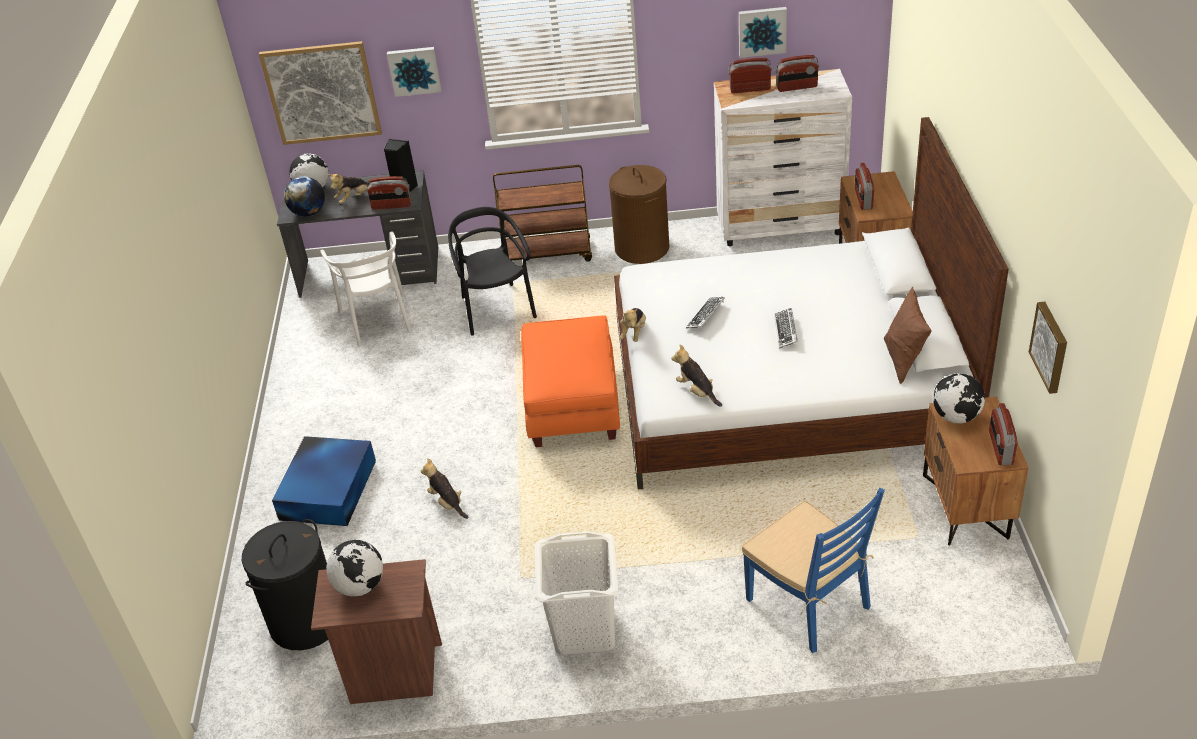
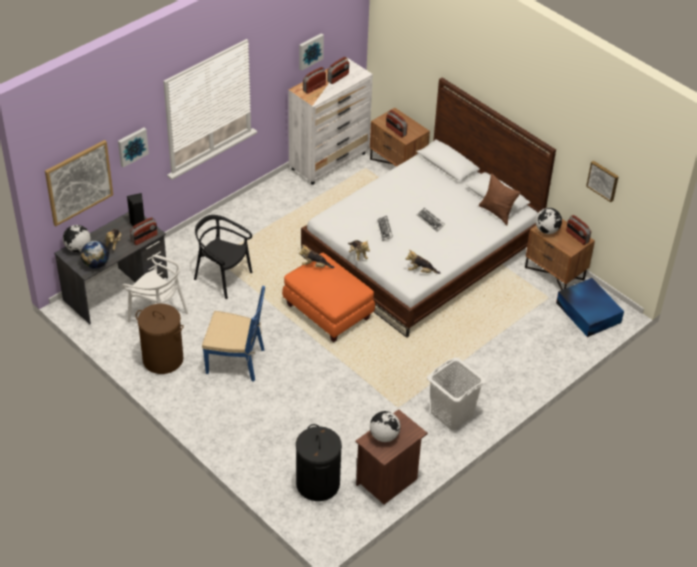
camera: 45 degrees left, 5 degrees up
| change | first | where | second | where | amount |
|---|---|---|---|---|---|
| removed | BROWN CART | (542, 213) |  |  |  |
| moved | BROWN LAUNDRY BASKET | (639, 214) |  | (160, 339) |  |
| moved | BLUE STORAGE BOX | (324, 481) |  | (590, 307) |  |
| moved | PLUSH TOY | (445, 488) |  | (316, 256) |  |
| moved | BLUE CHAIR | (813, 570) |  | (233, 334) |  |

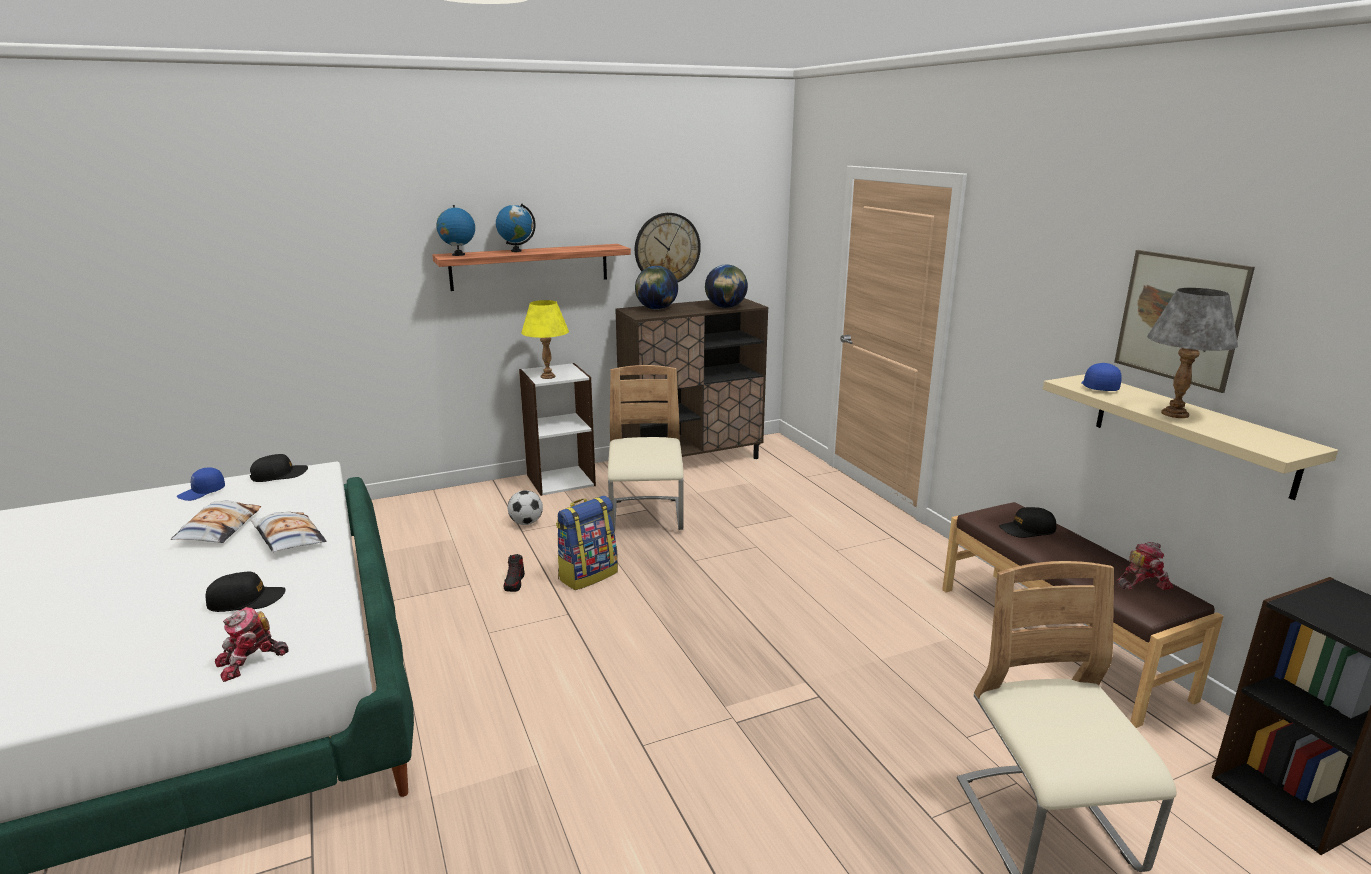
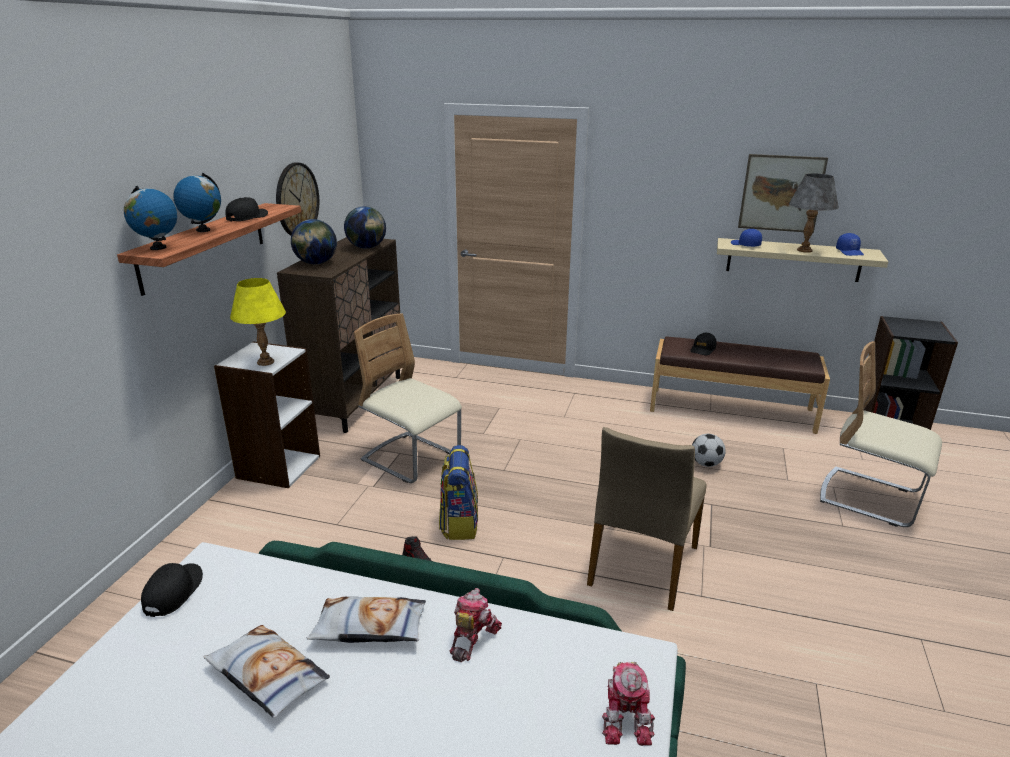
camera: 50 degrees left, 5 degrees up
| change | first | where | second | where | amount |
|---|---|---|---|---|---|
| moved | BLUE CAP | (201, 484) |  | (850, 244) |  |
| moved | FOOTBALL | (525, 507) |  | (709, 450) |  |
| moved | TOY ROBOT | (1145, 566) |  | (475, 625) |  |
| moved | BLACK CAP | (246, 592) |  | (246, 209) |  |
| added |  |  | BEIGE CHAIR | (647, 519) |  |

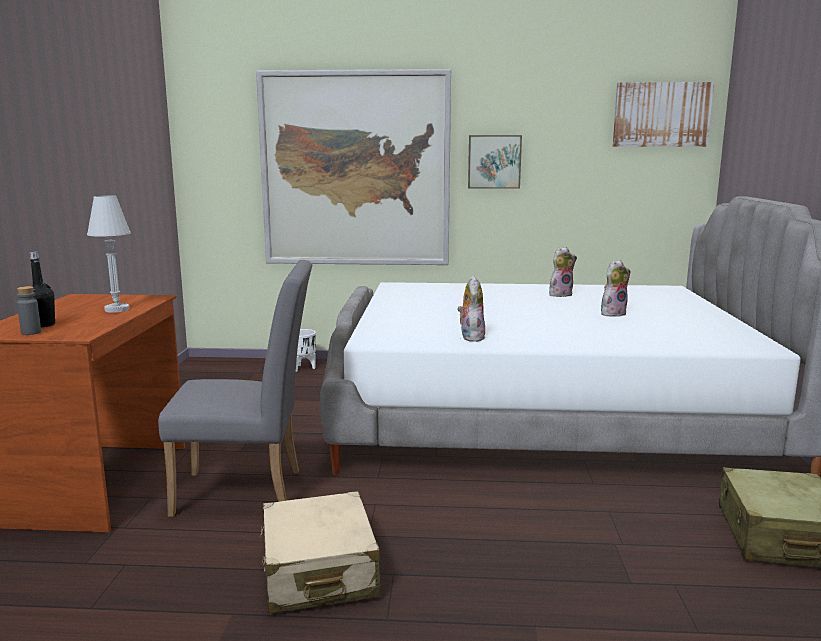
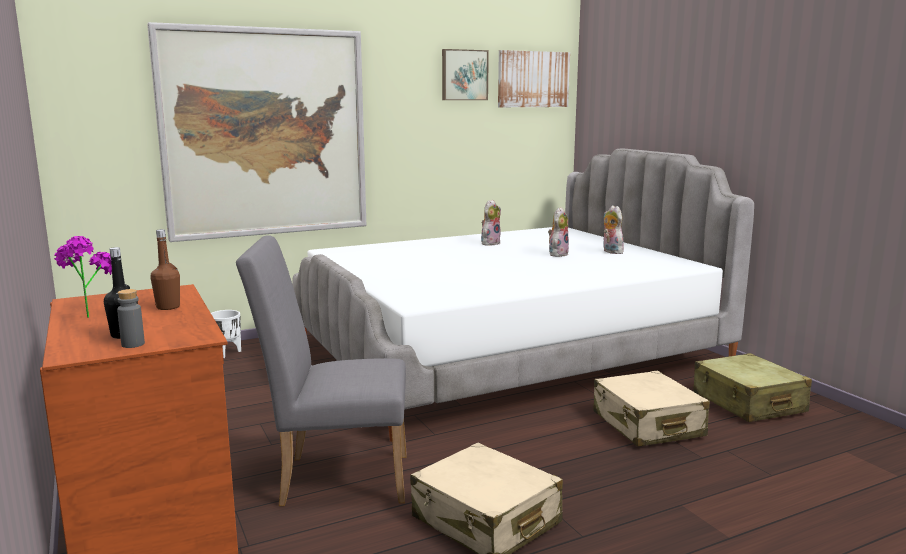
camera: 30 degrees left, 0 degrees up
| change | first | where | second | where | amount |
|---|---|---|---|---|---|
| moved | PICTURE | (495, 162) |  | (465, 74) |  |
| replaced | WHITE TABLE LAMP | (109, 254) | BROWN BOTTLE | (165, 269) |  |
| turned | GREY CHAIR | (235, 388) |  | (321, 370) | 150 degrees counterclockwise |
| moved | PLUSH TOY | (471, 309) |  | (613, 229) |  |
| added |  |  | POTTED PLANT | (83, 277) |  |
| added |  |  | BEIGE SUITCASE | (652, 409) |  |

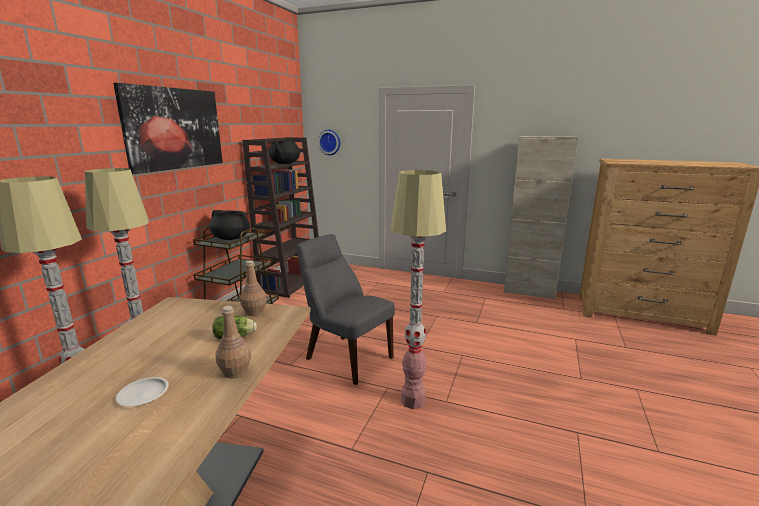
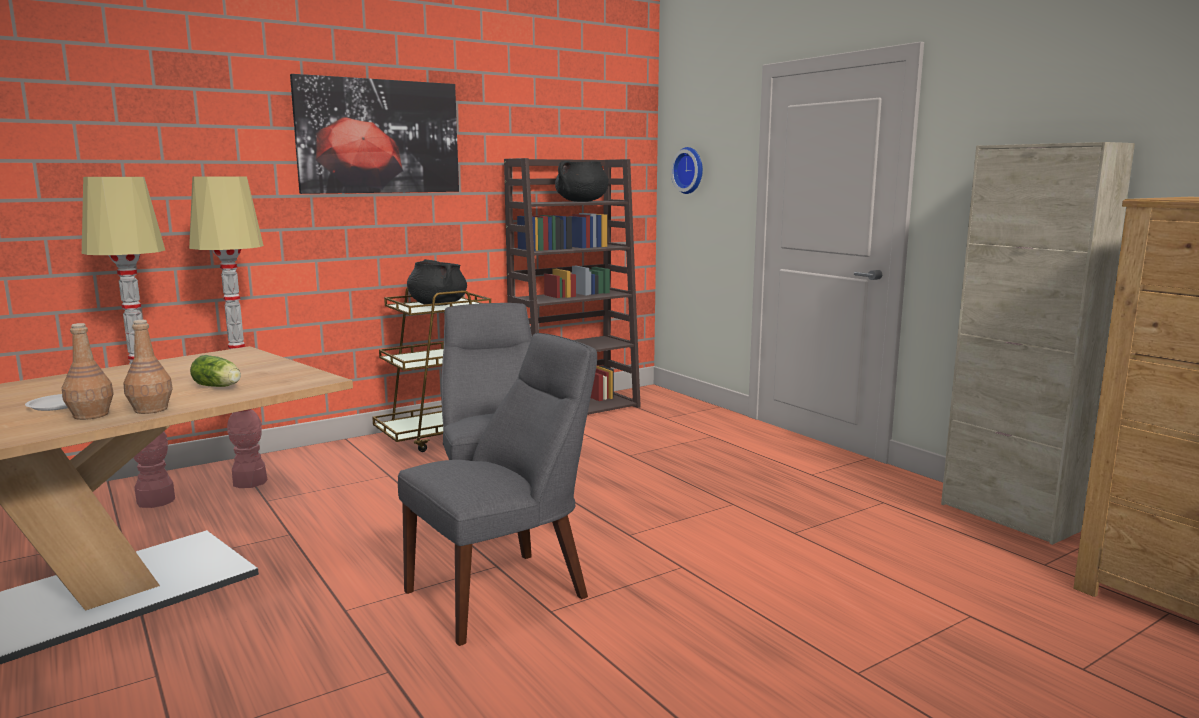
camera: 35 degrees right, 5 degrees down
| change | first | where | second | where | amount |
|---|---|---|---|---|---|
| replaced | FLOOR LAMP | (418, 289) | GREY CHAIR | (497, 489) |  |
| moved | BROWN BOTTLE | (253, 288) |  | (88, 371) |  |

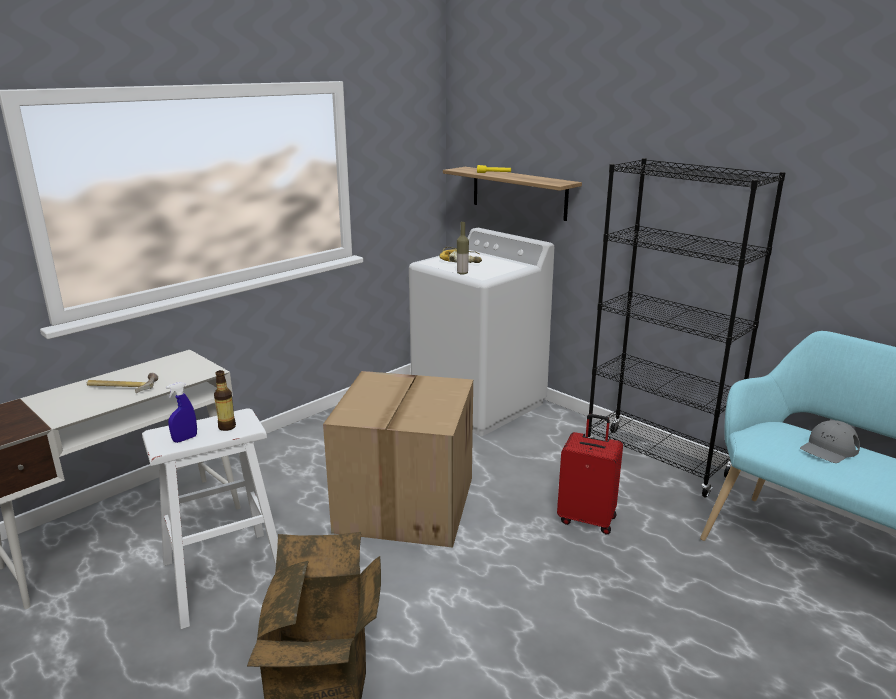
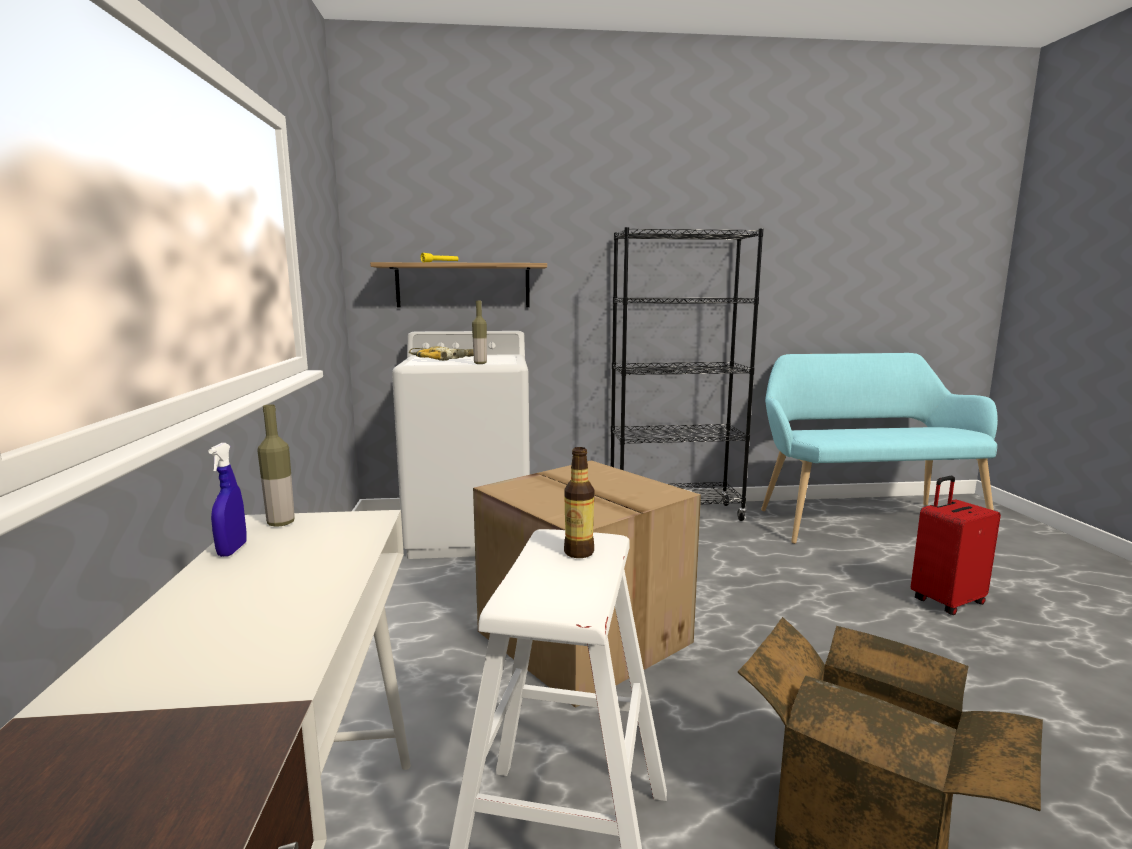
camera: 50 degrees left, 10 degrees down
| change | first | where | second | where | amount |
|---|---|---|---|---|---|
| removed | HAMMER | (122, 383) |  |  |  |
| moved | BLUE SPRAY BOTTLE | (181, 412) |  | (227, 500) |  |
| moved | RED SUITCASE | (590, 474) |  | (956, 545) |  |
| removed | GREY CAP | (830, 441) |  |  |  |
| added |  |  | BOTTLE | (276, 465) |  |

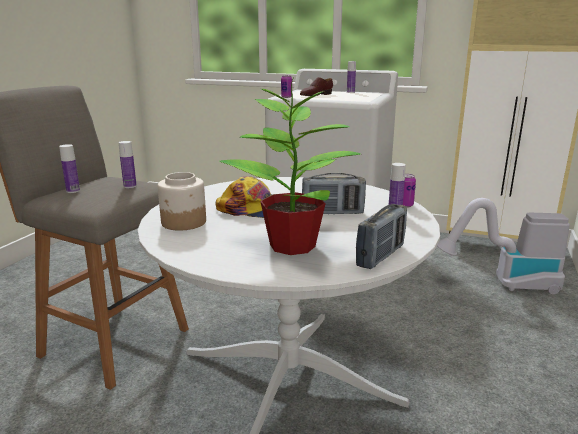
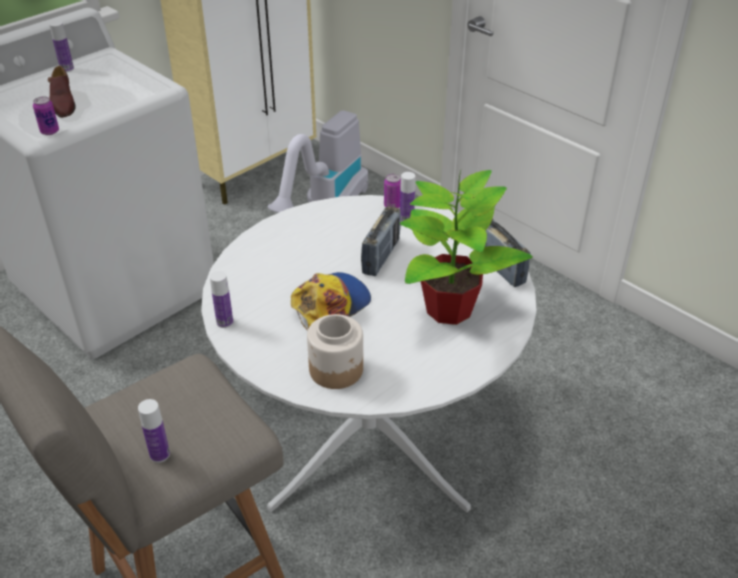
camera: 65 degrees left, 20 degrees up
| change | first | where | second | where | amount |
|---|---|---|---|---|---|
| moved | BOTTLE | (128, 164) |  | (221, 299) |  |

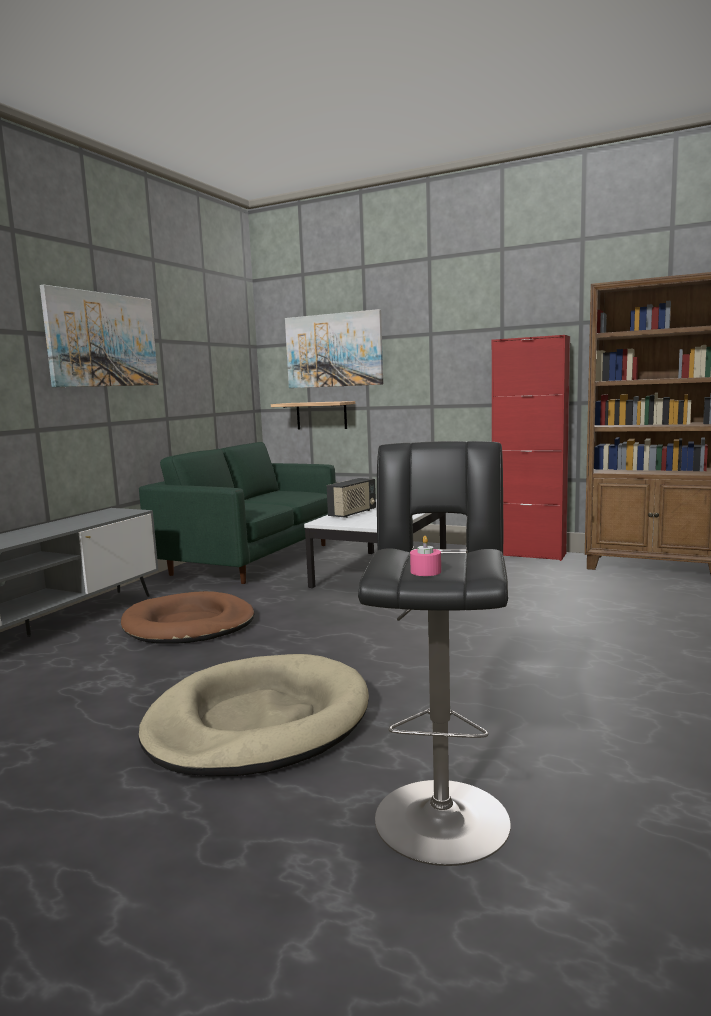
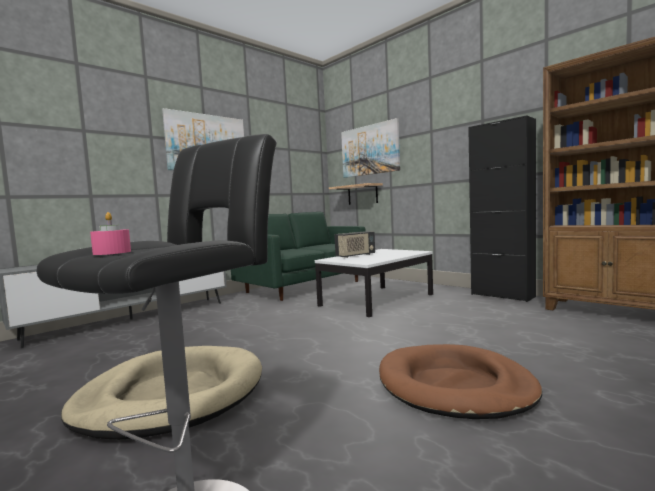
camera: 20 degrees right, 5 degrees down
| change | first | where | second | where | amount |
|---|---|---|---|---|---|
| recoloured | RED CABINET | (531, 448) | BLACK CABINET | (502, 208) |  |
| moved | BROWN DOG BED | (188, 617) |  | (460, 381) |  |

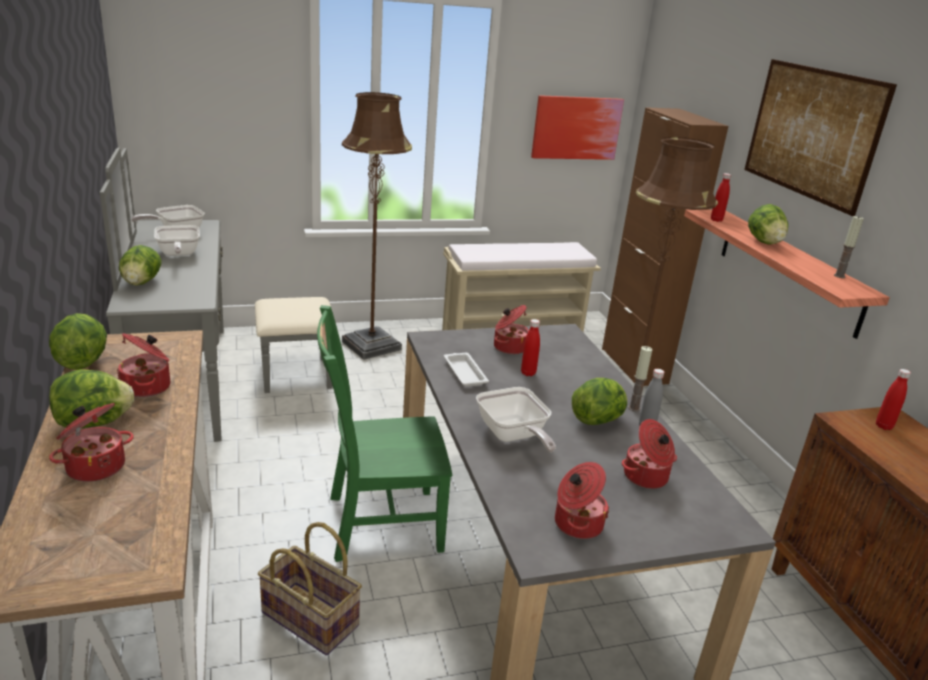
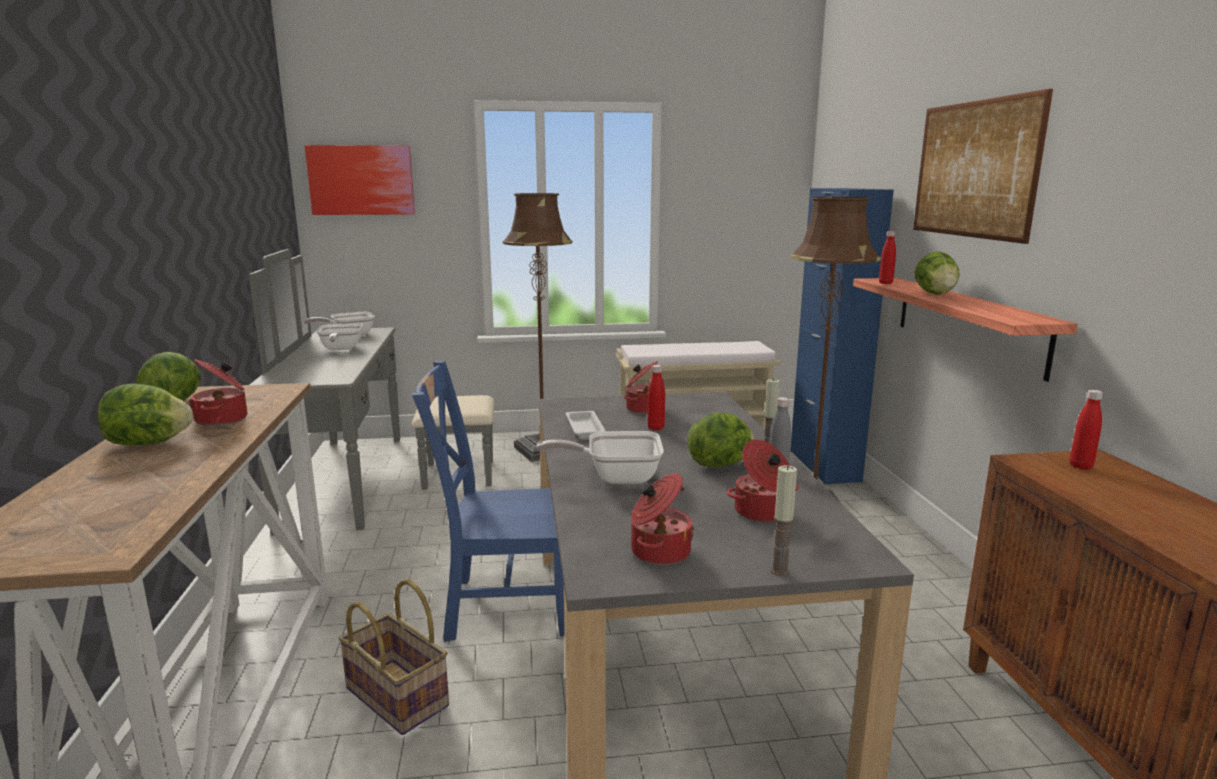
camera: 10 degrees right, 10 degrees down
| change | first | where | second | where | amount |
|---|---|---|---|---|---|
| moved | PICTURE | (577, 127) |  | (360, 180) |  |
| recoloured | BROWN CABINET | (665, 246) | BLUE CABINET | (842, 336) |  |
| moved | CANDLE | (849, 247) |  | (783, 520) |  |
| removed | LETTUCE | (140, 265) |  |  |  |
| recoloured | GREEN CHAIR | (384, 433) | BLUE CHAIR | (488, 501) |  |
| turned | FRYING PAN | (516, 419) |  | (600, 457) | 105 degrees clockwise |
| removed | COOKING POT | (91, 442) |  |  |  |

